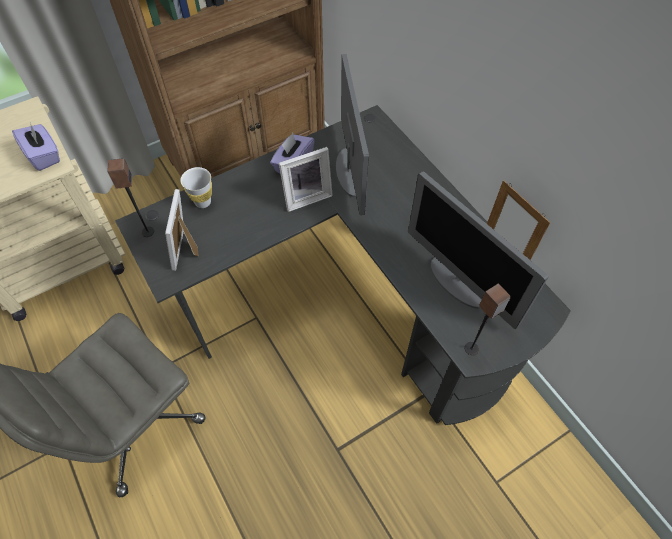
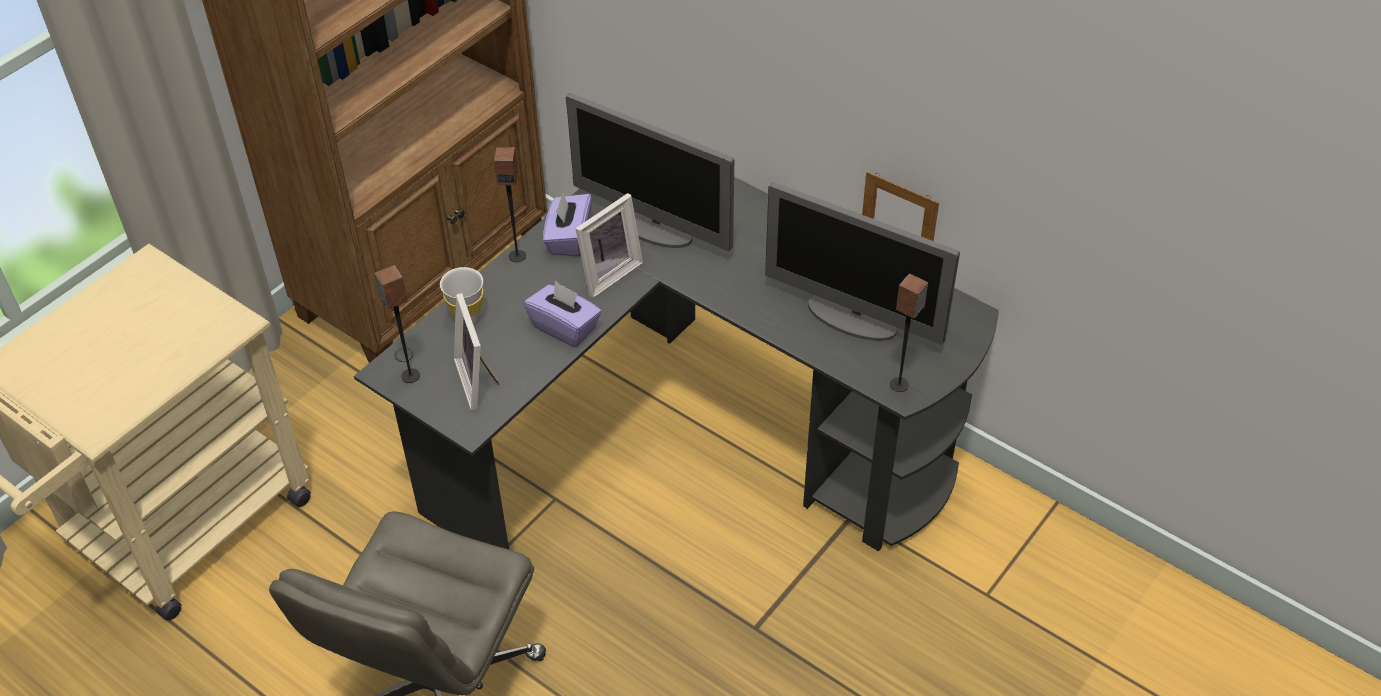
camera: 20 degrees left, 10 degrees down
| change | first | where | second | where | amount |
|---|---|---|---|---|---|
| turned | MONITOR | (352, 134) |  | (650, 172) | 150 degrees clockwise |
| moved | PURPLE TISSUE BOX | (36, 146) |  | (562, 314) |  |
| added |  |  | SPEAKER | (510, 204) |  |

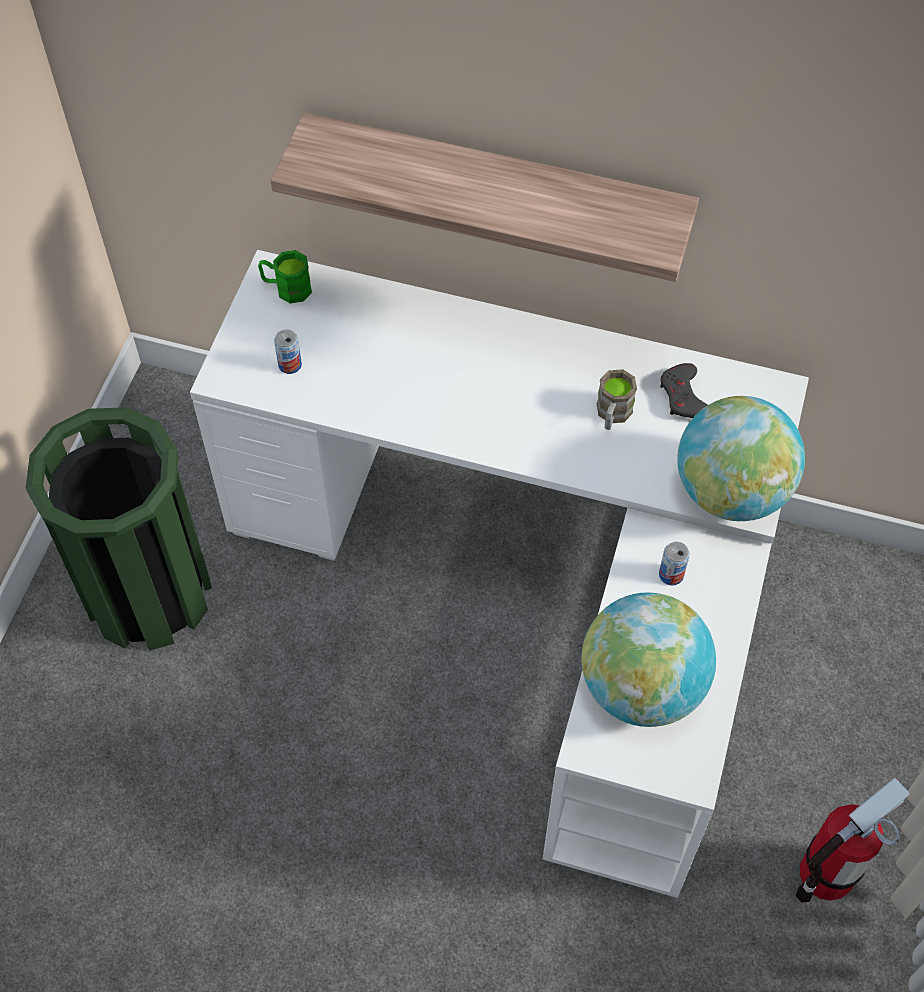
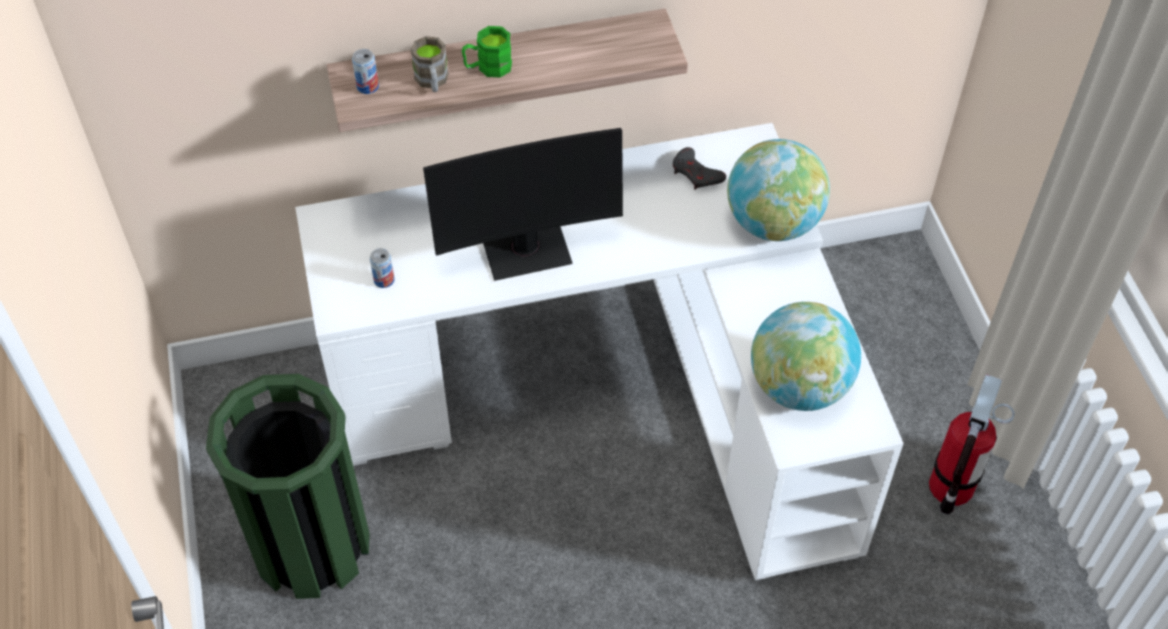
camera: 30 degrees left, 5 degrees down
| change | first | where | second | where | amount |
|---|---|---|---|---|---|
| moved | GREEN MUG | (285, 276) |  | (487, 51) |  |
| moved | BROWN MUG | (617, 399) |  | (430, 64) |  |
| moved | CAN | (674, 564) |  | (365, 71) |  |
| added |  |  | MONITOR | (523, 204) |  |

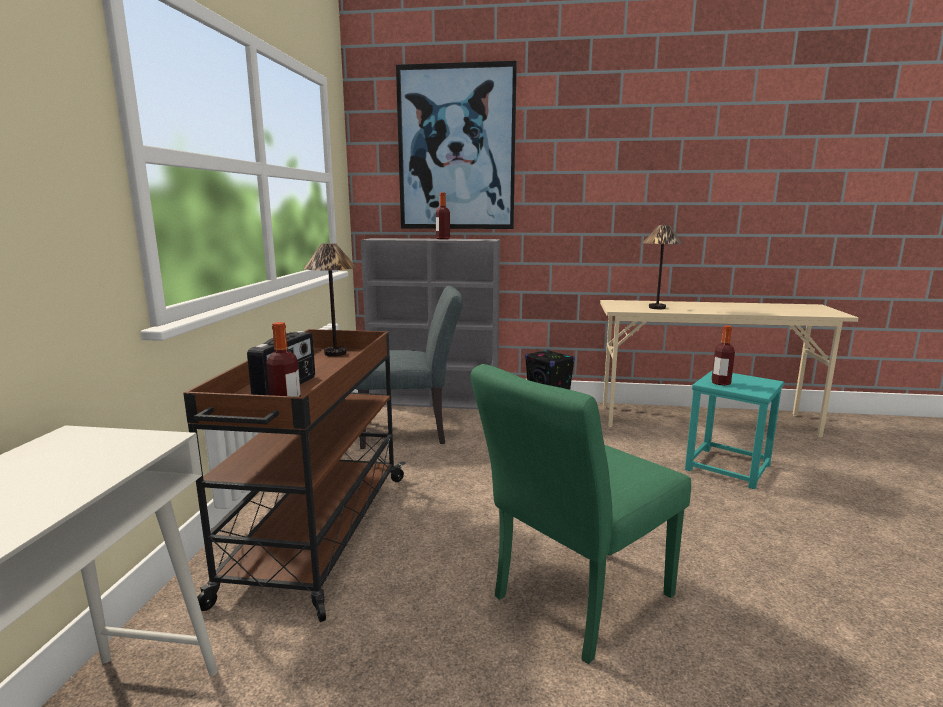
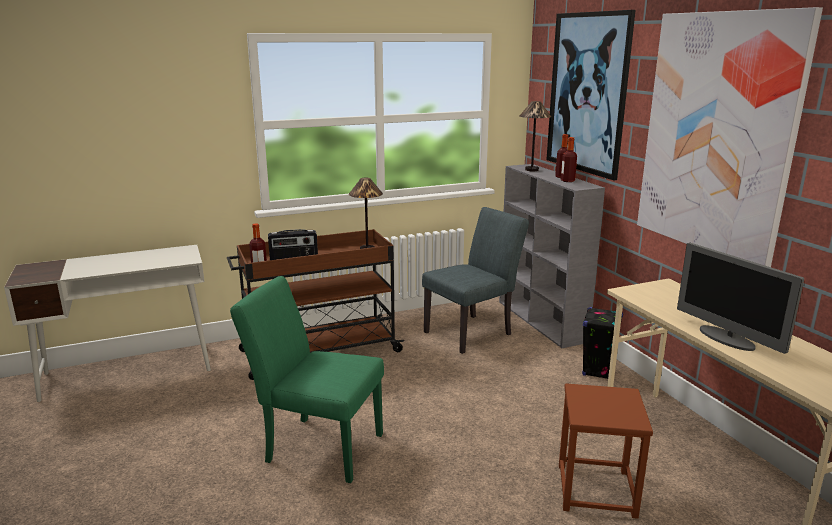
camera: 60 degrees right, 5 degrees up
| change | first | where | second | where | amount |
|---|---|---|---|---|---|
| moved | TABLE LAMP | (663, 267) |  | (535, 136) |  |
| turned | GREY CHAIR | (409, 367) |  | (475, 280) | 90 degrees counterclockwise |
| moved | BOTTLE | (723, 355) |  | (569, 159) |  |
| recoloured | TURQUOISE STOOL | (734, 429) | BROWN STOOL | (606, 451) |  |
| added |  |  | PICTURE | (730, 137) |  |
| added |  |  | MONITOR | (740, 298) |  |

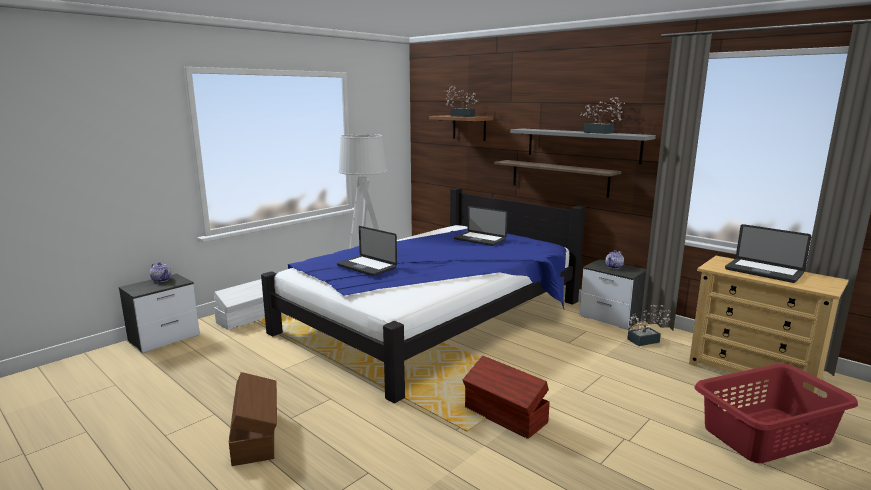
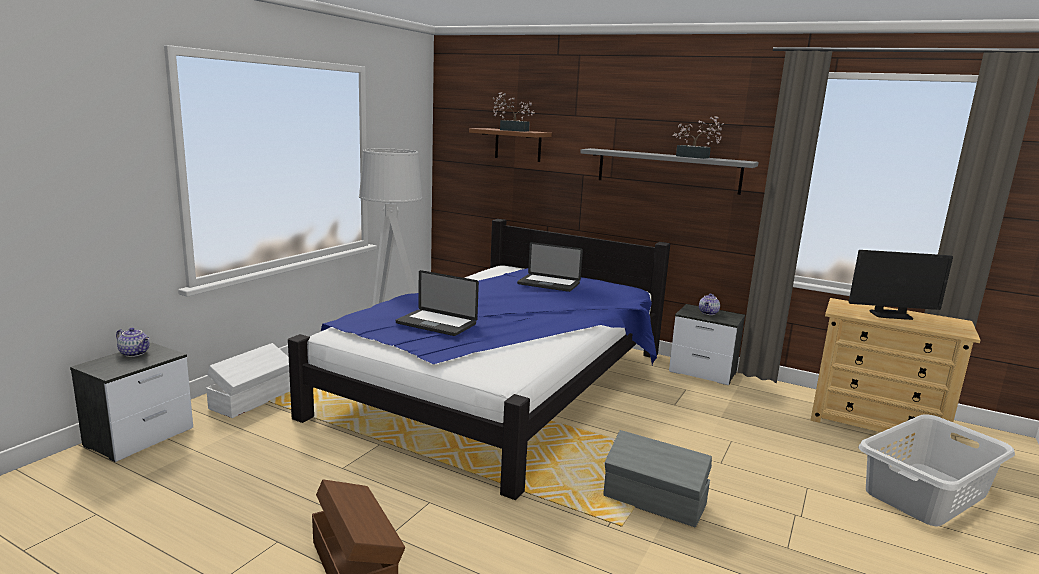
camera: 15 degrees left, 0 degrees up
| change | first | where | second | where | amount |
|---|---|---|---|---|---|
| removed | SHELF | (557, 179) |  |  |  |
| replaced | LAPTOP | (768, 253) | MONITOR | (901, 285) |  |
| removed | POTTED PLANT | (649, 325) |  |  |  |
| recoloured | BROWN STORAGE BOX | (506, 397) | GREY STORAGE BOX | (657, 478) |  |
| recoloured | RED LAUNDRY BASKET | (776, 413) | GREY LAUNDRY BASKET | (936, 470) |  |

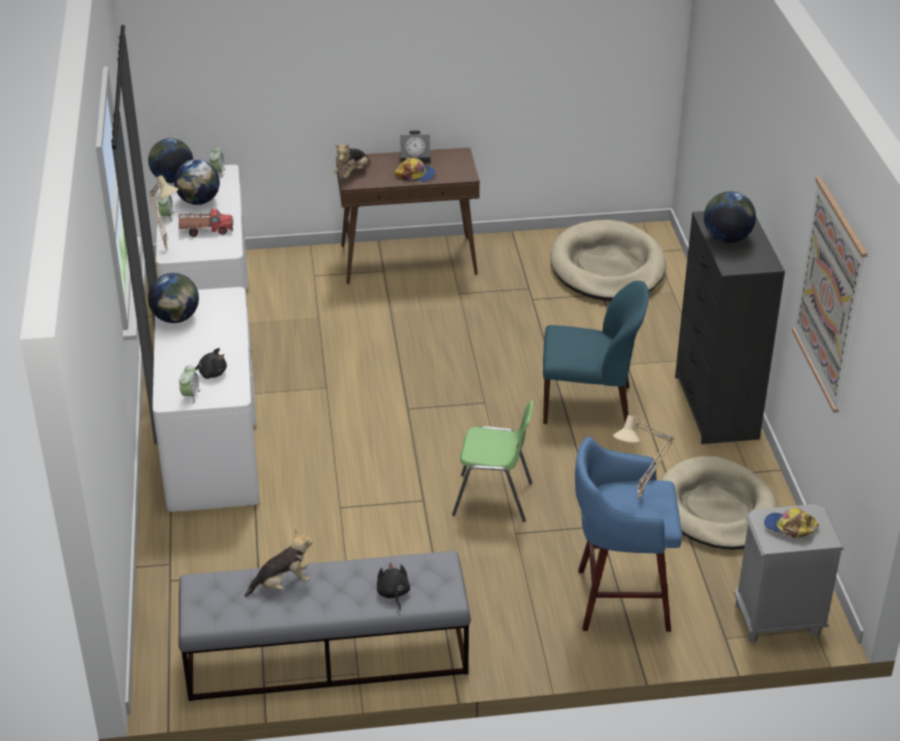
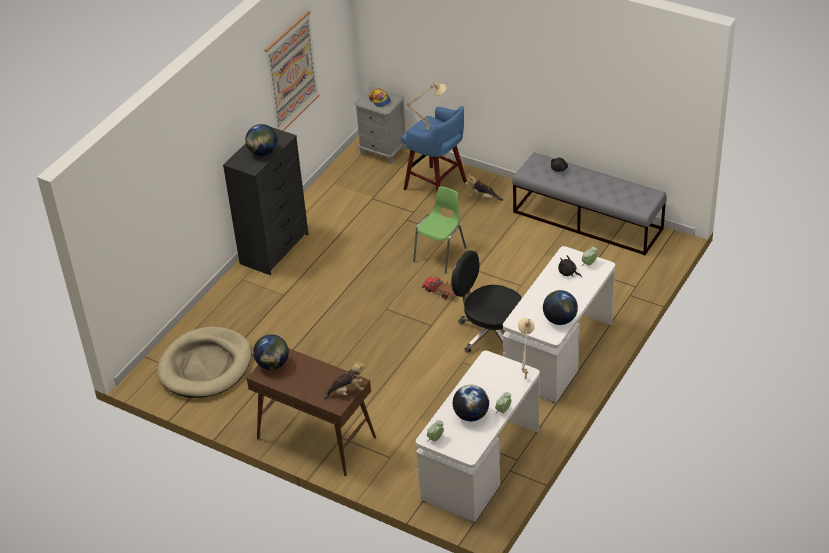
camera: 140 degrees left, 5 degrees up
| change | first | where | second | where | amount |
|---|---|---|---|---|---|
| removed | ALARM CLOCK | (415, 146) |  |  |  |
| moved | GLOBE | (170, 160) |  | (271, 352) |  |
| removed | CAP | (415, 169) |  |  |  |
| moved | TOY TRUCK | (206, 223) |  | (438, 288) |  |
| removed | BLUE CHAIR | (596, 352) |  |  |  |
| turned | GREEN CHAIR | (493, 461) |  | (440, 230) | 75 degrees clockwise |
| removed | BEIGE DOG BED | (719, 503) |  |  |  |
| moved | PLUSH TOY | (278, 563) |  | (484, 187) |  |
| added |  |  | BLACK OFFICE CHAIR | (486, 301) |  |

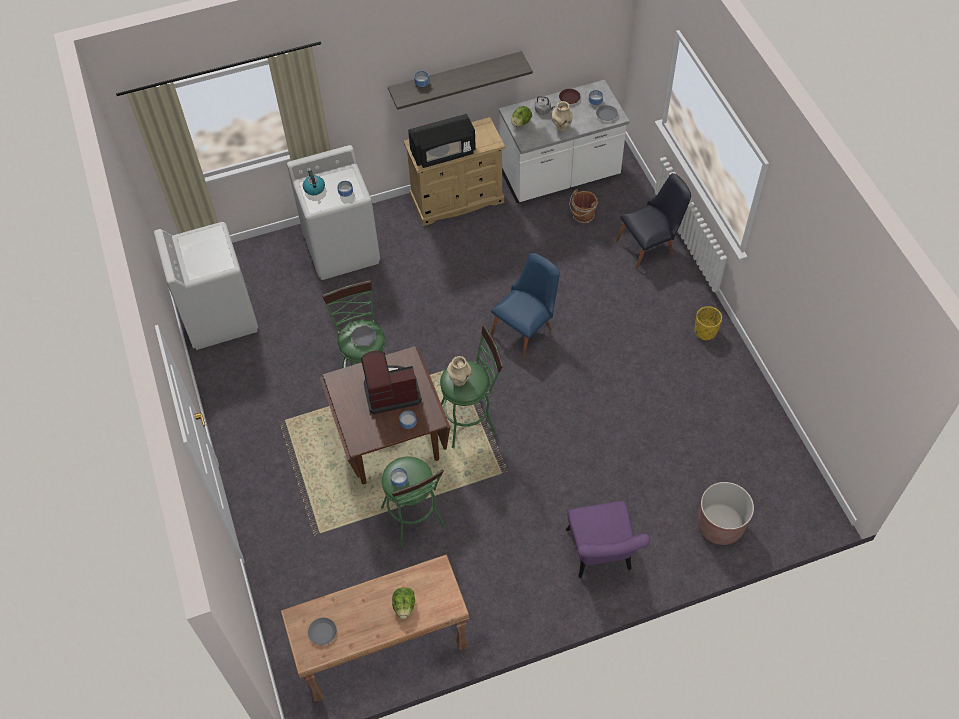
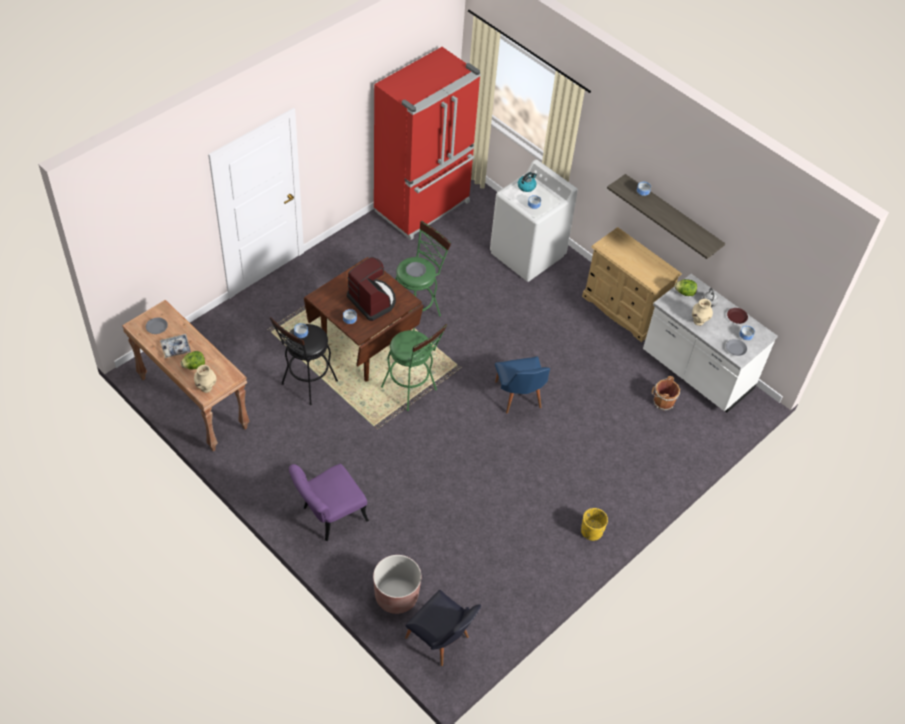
camera: 60 degrees right, 5 degrees down
| change | first | where | second | where | amount |
|---|---|---|---|---|---|
| removed | BLACK MICROWAVE | (442, 141) |  |  |  |
| moved | BLACK CHAIR | (653, 221) |  | (443, 628) |  |
| replaced | WHITE WASHING MACHINE | (206, 286) | RED FRIDGE | (427, 143) |  |
| turned | BLUE CHAIR | (525, 305) |  | (522, 384) | 60 degrees clockwise |
| moved | BEIGE VASE | (459, 371) |  | (205, 379) |  |
| recoloured | GREEN STOOL | (413, 502) | BLACK STOOL | (304, 361) |  |
| added |  |  | TRAY | (175, 346) |  |

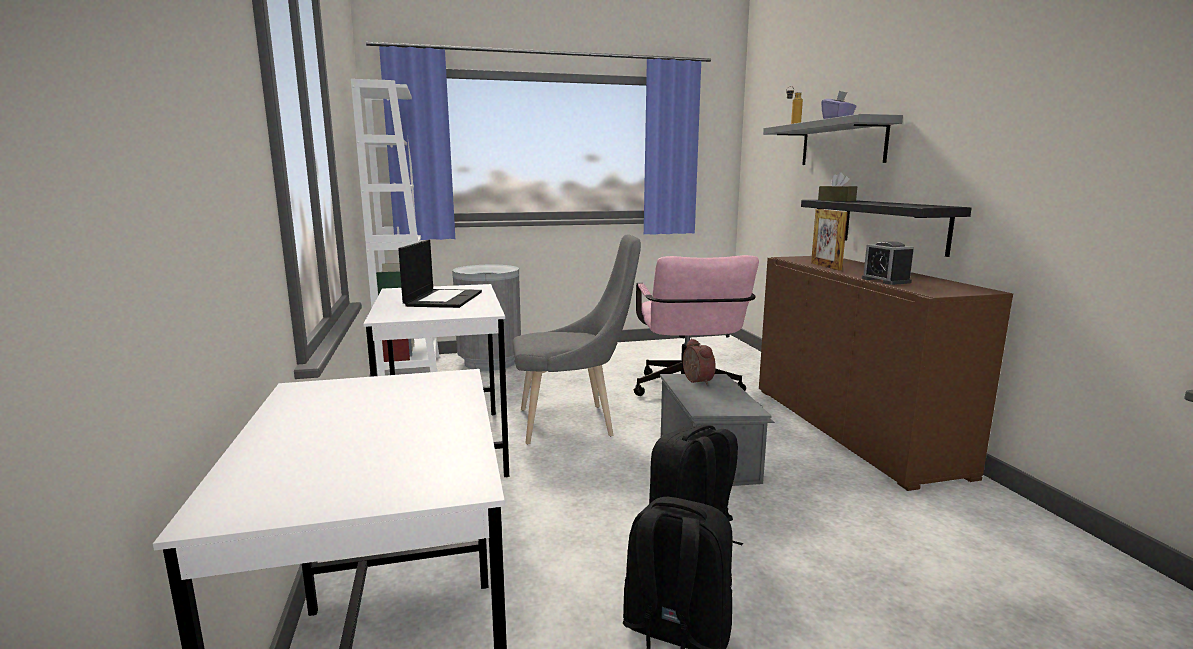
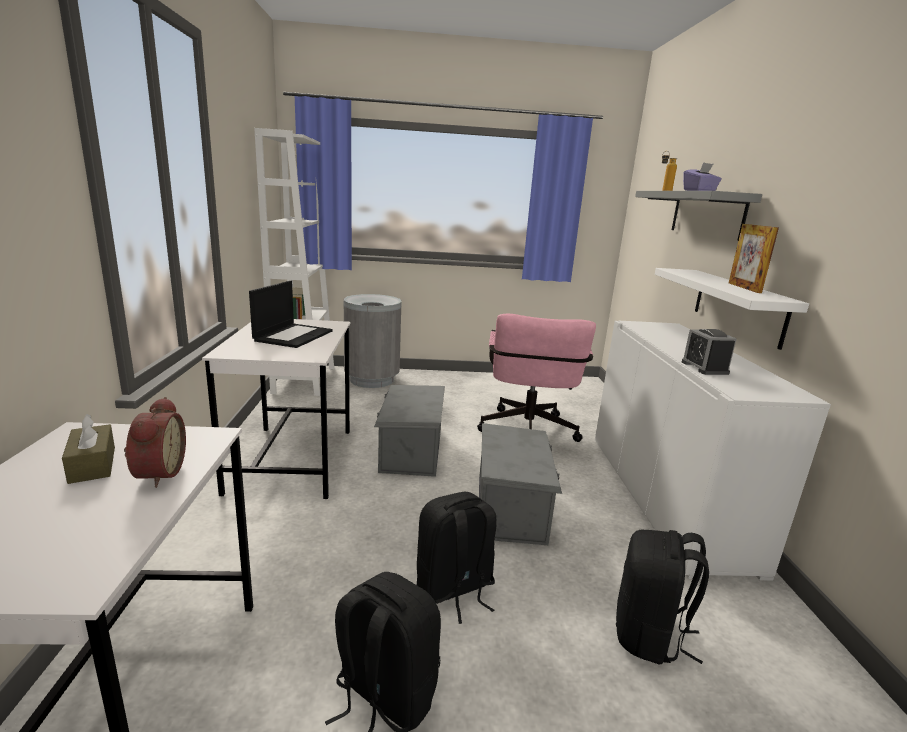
camera: 10 degrees right, 5 degrees up
| change | first | where | second | where | amount |
|---|---|---|---|---|---|
| moved | BROWN TISSUE BOX | (837, 186) |  | (88, 449) |  |
| recoloured | BLACK SHELF | (886, 228) | WHITE SHELF | (732, 309) |  |
| moved | PICTURE FRAME | (829, 239) |  | (754, 258) |  |
| replaced | GREY CHAIR | (577, 339) | GREY STORAGE BOX | (409, 431) |  |
| recoloured | BROWN CABINET | (886, 373) | WHITE CABINET | (713, 451) |  |
| moved | ALARM CLOCK | (699, 362) |  | (155, 442) |  |
| added |  |  | BLACK BACKPACK | (662, 597) |  |

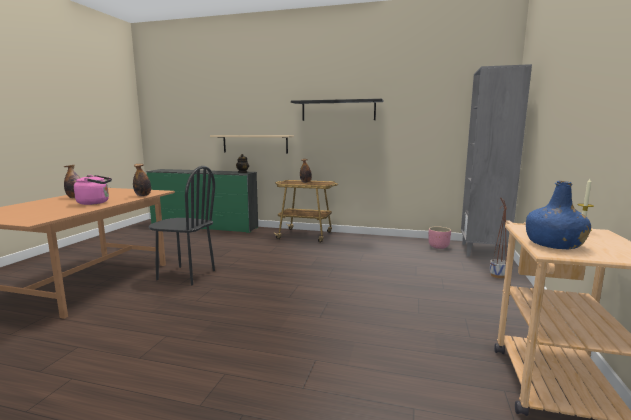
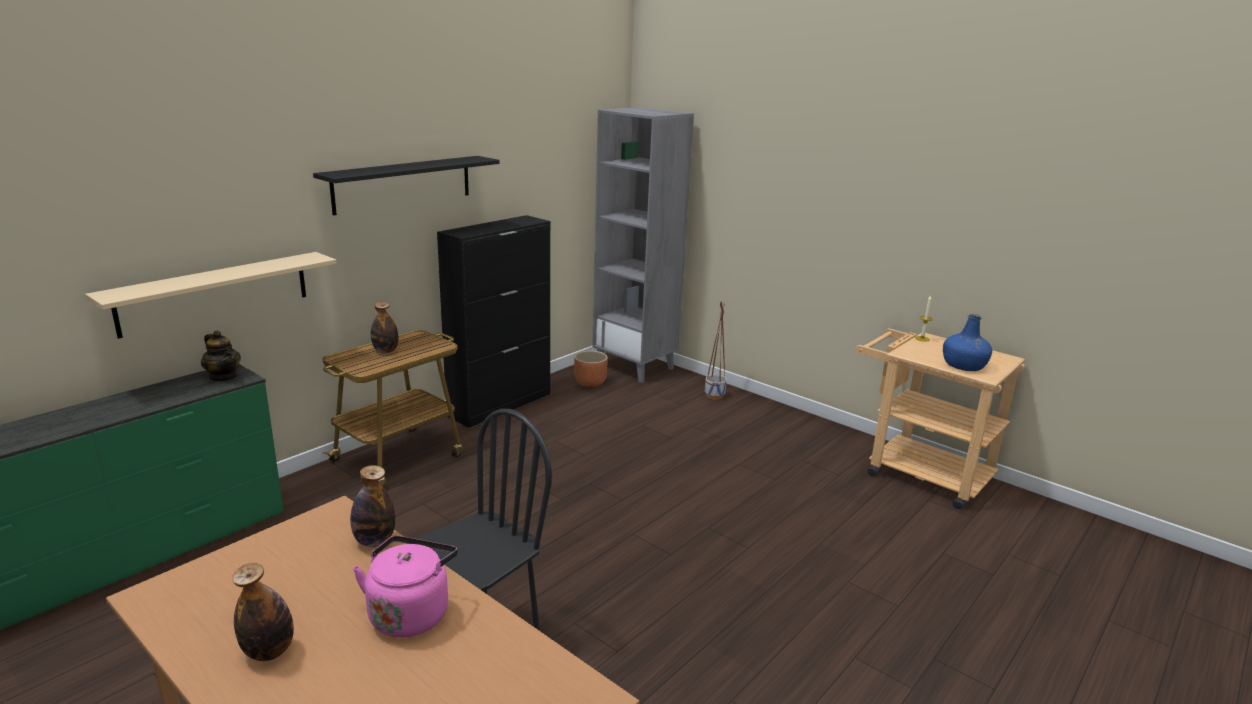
camera: 65 degrees left, 10 degrees up
| change | first | where | second | where | amount |
|---|---|---|---|---|---|
| recoloured | PINK PLANTER | (439, 237) | BROWN PLANTER | (591, 368) |  |
| added |  |  | BLACK CABINET | (493, 321) |  |

